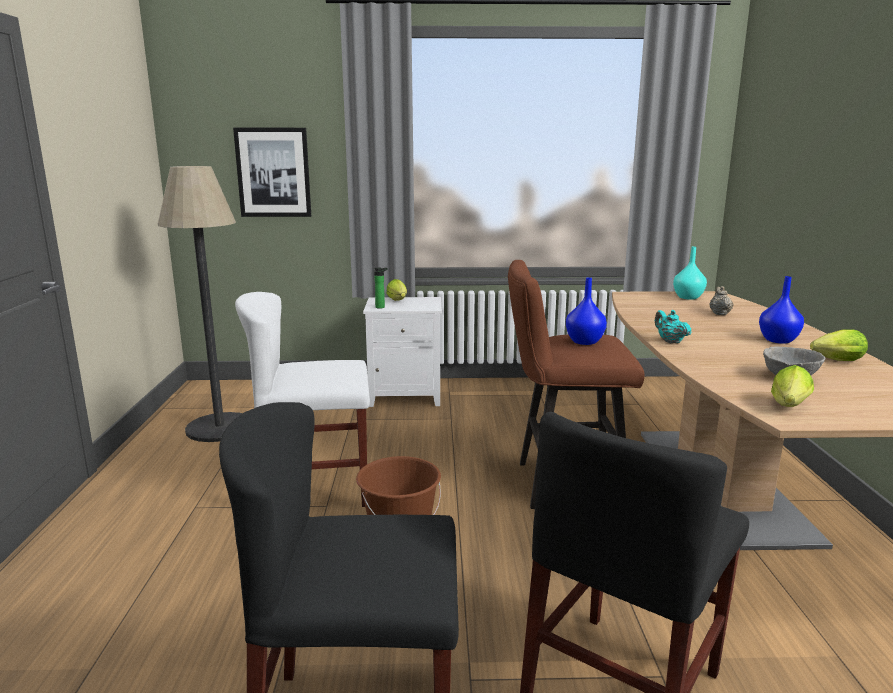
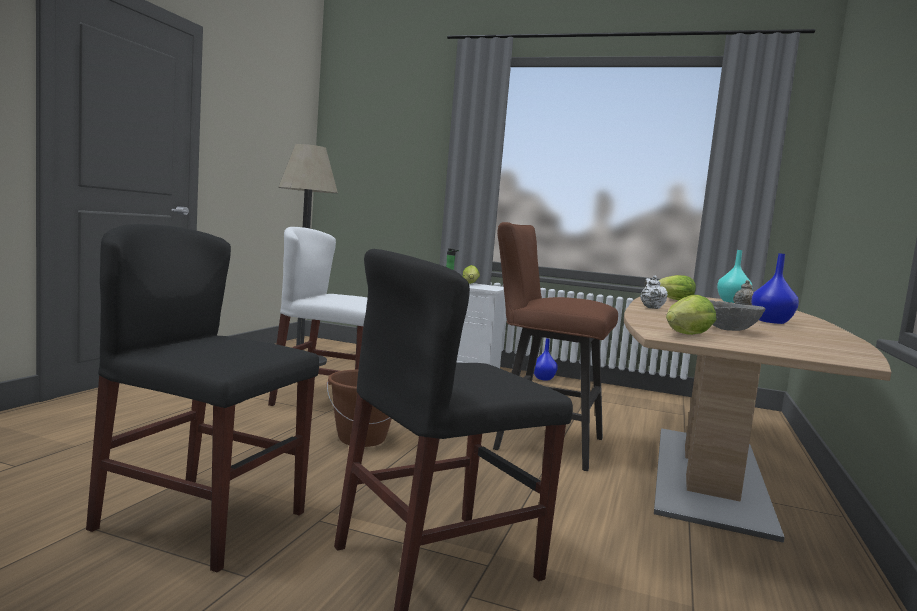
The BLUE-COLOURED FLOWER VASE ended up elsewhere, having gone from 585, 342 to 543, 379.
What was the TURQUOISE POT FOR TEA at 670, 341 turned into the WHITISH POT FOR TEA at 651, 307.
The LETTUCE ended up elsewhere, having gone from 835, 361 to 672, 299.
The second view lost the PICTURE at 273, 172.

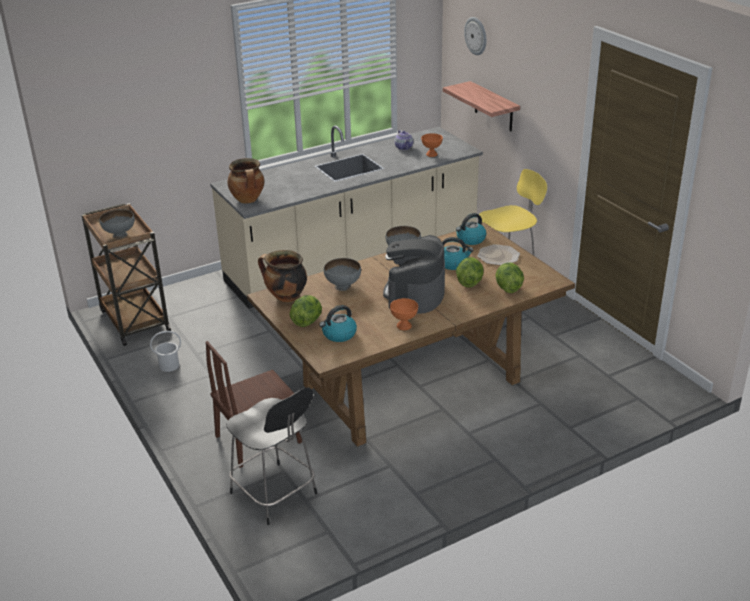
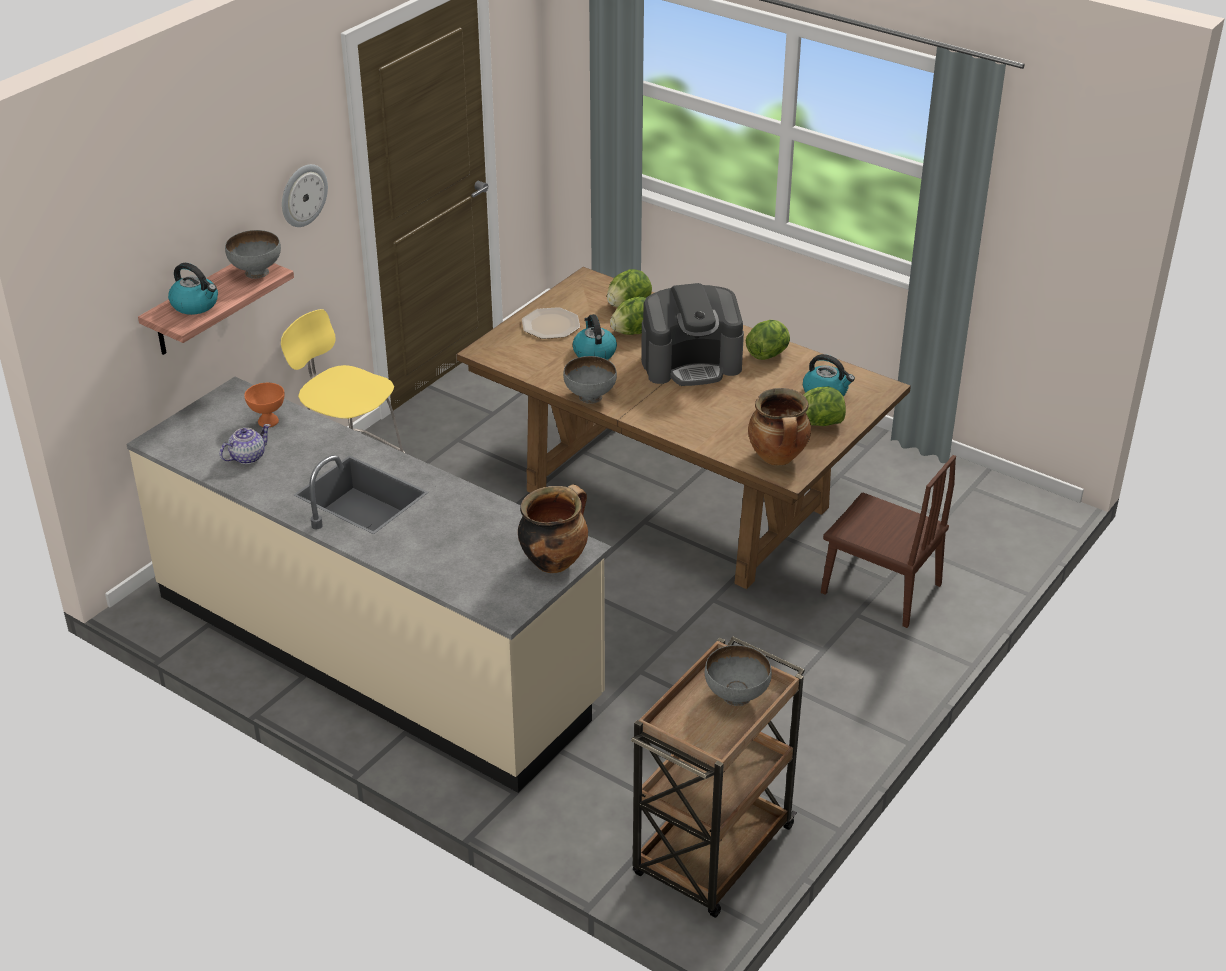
The TEA KETTLE ended up elsewhere, having gone from 470, 239 to 196, 305.
The GRAY BOWL ended up elsewhere, having gone from 343, 286 to 256, 272.
The HANGING CLOCK ended up elsewhere, having gone from 476, 35 to 303, 195.
Where the ORANGE-COLOURED BOWL stood at 404, 326, the LETTUCE came to stand at 768, 354.
The second view lost the WHITISH BUCKET at 169, 365.
The second view lost the BLACK STOOL SEAT at 275, 495.

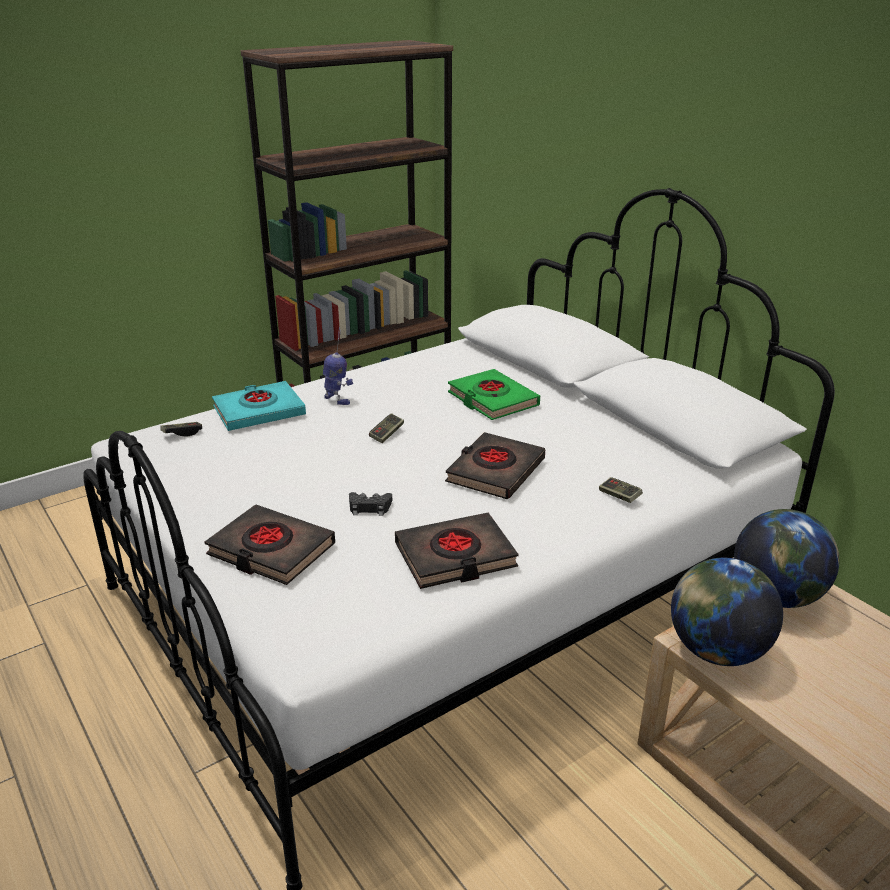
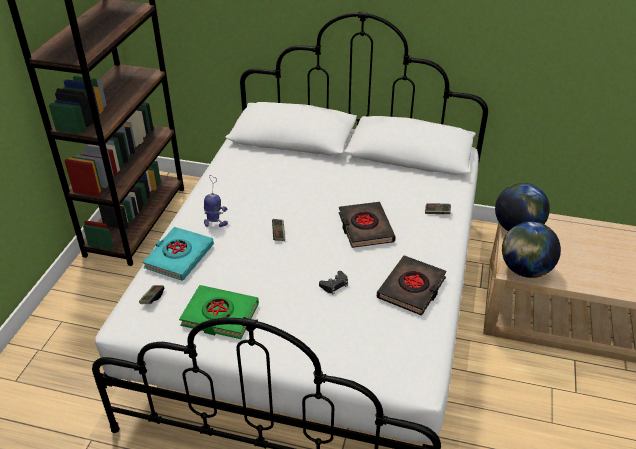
The GREEN-COLOURED VOLUME ended up elsewhere, having gone from 492, 400 to 220, 315.
The second view lost the BLACK VOLUME at 271, 550.

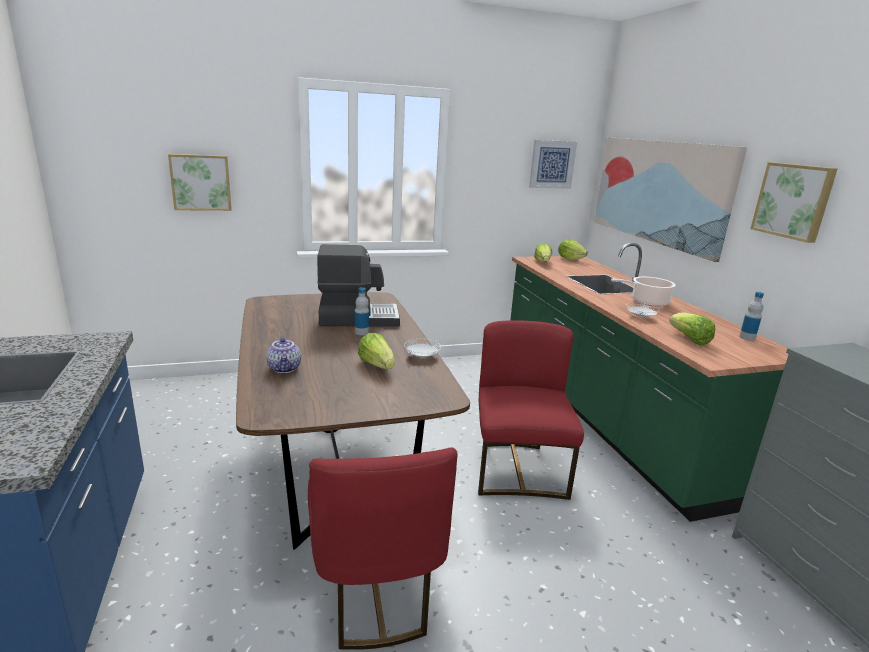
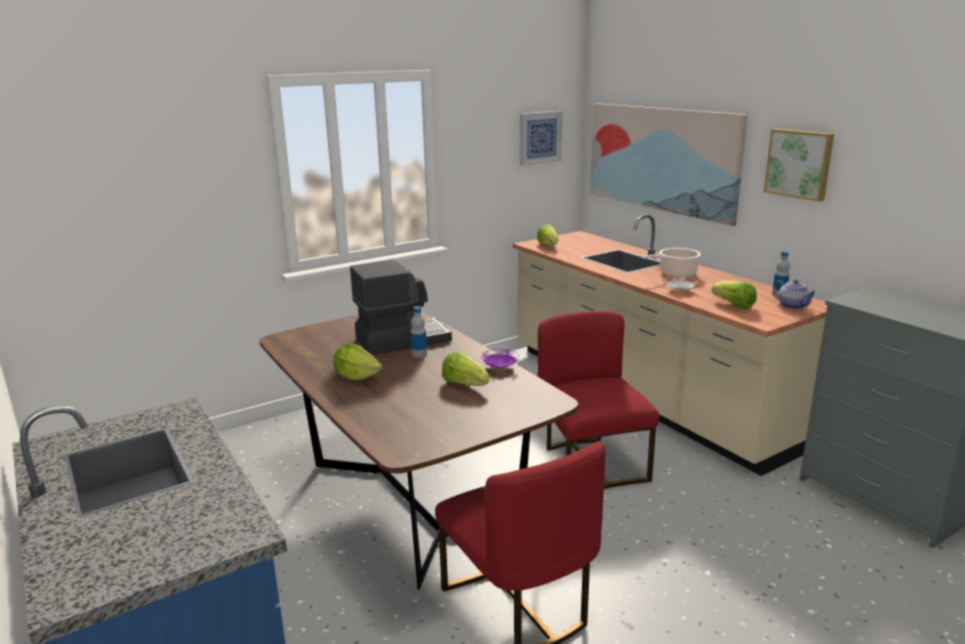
The LETTUCE ended up elsewhere, having gone from 570, 259 to 357, 376.
What was the WHITISH PLATE at 421, 357 turned into the PURPLE PLATE at 499, 367.
What was the GREEN-COLOURED KITCHEN COUNTER at 604, 414 turned into the SAND-COLOURED KITCHEN COUNTER at 644, 395.
The POT FOR TEA ended up elsewhere, having gone from 285, 368 to 793, 306.
The second view lost the PICTURE at 201, 182.

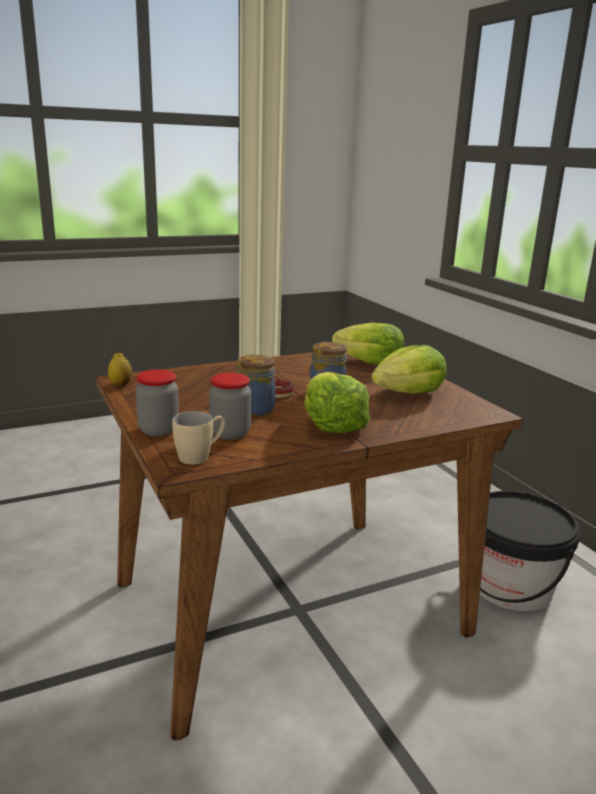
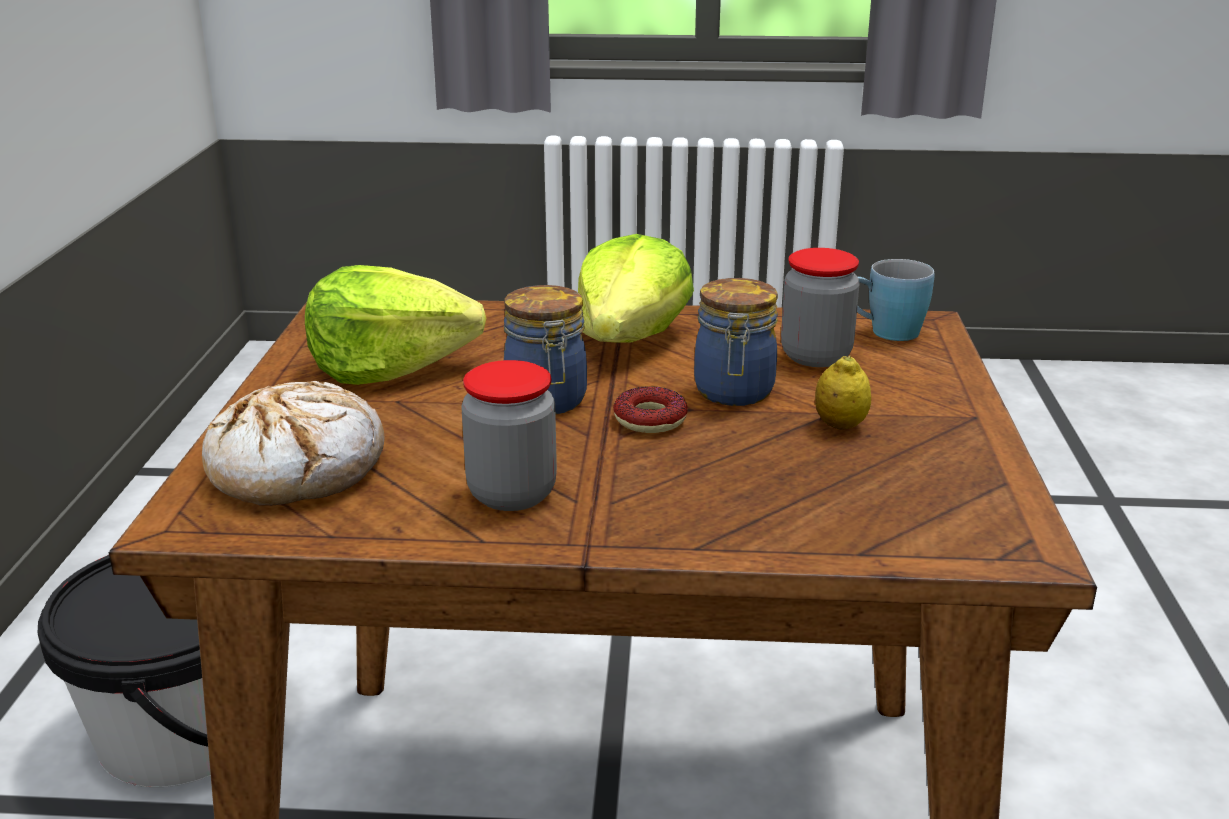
Where the LETTUCE stood at 370, 363, the BAKERY BREAD came to stand at 298, 467.
The PRESERVE JAR ended up elsewhere, having gone from 158, 430 to 512, 494.
The WHOLE LEMON ended up elsewhere, having gone from 120, 384 to 840, 426.
What was the SAND-COLOURED MUG at 200, 456 turned into the BLUE-COLOURED MUG at 884, 333.

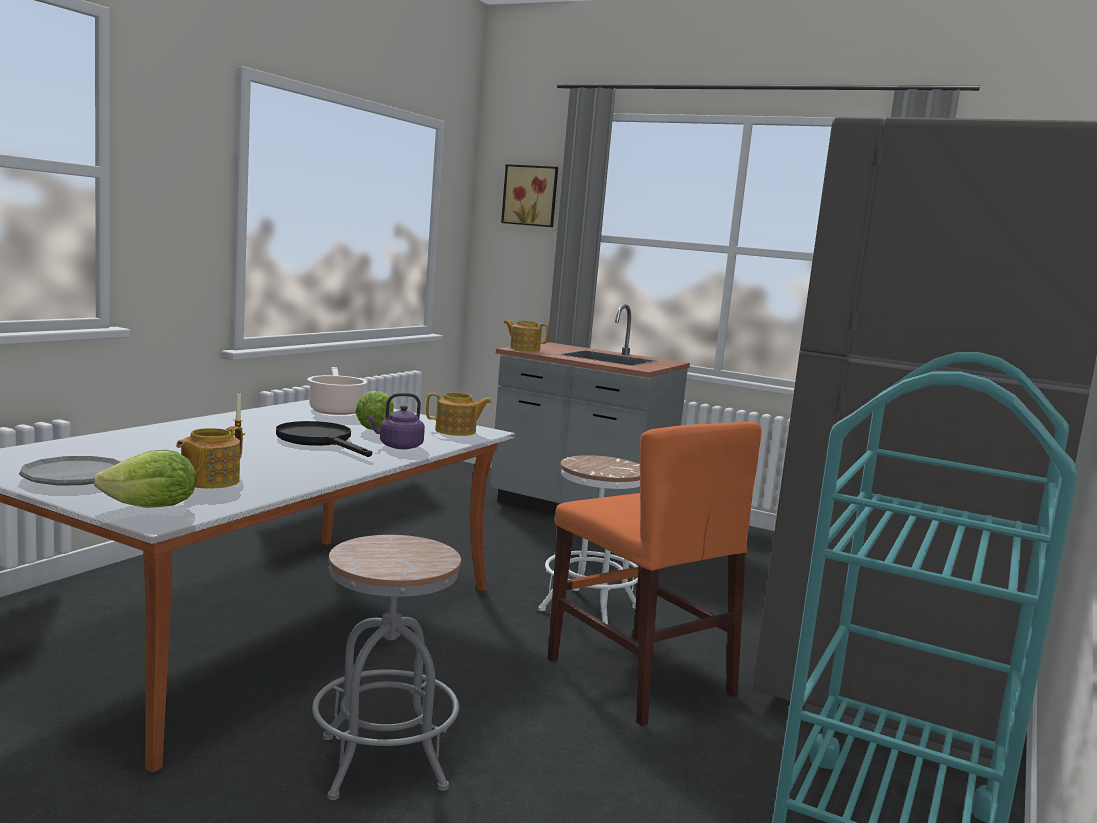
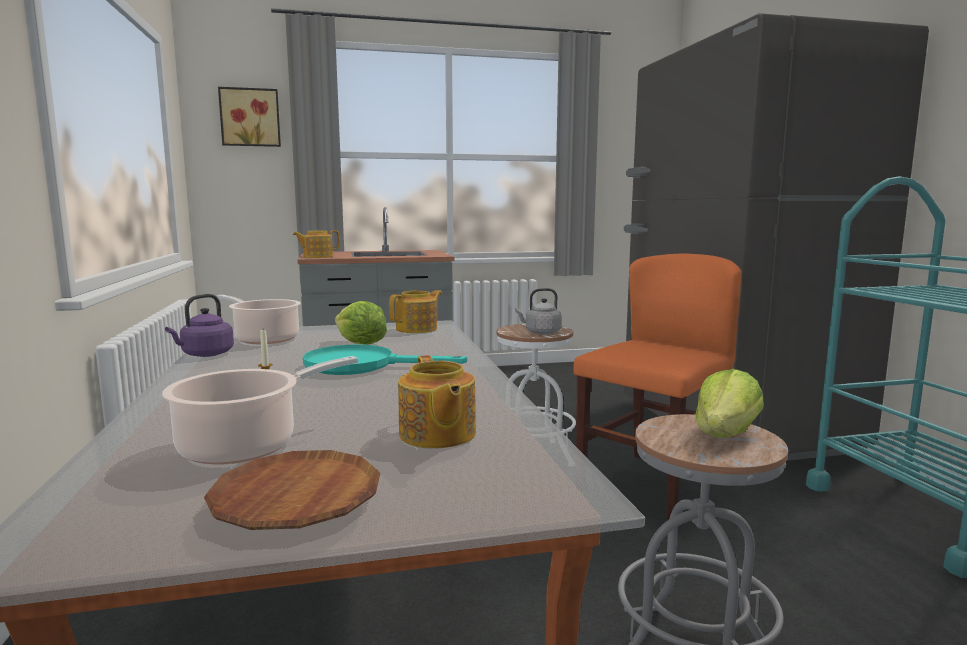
The second view gained the STOCKPOT at 246, 445.
The PURPLE TEA KETTLE ended up elsewhere, having gone from 398, 446 to 205, 354.
What was the GRAY PLATE at 74, 478 turned into the BROWN PLATE at 296, 499.
What was the BLACK PAN at 320, 441 turned into the TURQUOISE PAN at 362, 365.
The second view gained the GRAY TEA KETTLE at 541, 332.
The ORANGE-COLOURED UPRIGHT CHAIR at 639, 676 ended up facing another way, 60 degrees counterclockwise from before.
The LETTUCE ended up elsewhere, having gone from 152, 508 to 726, 434.

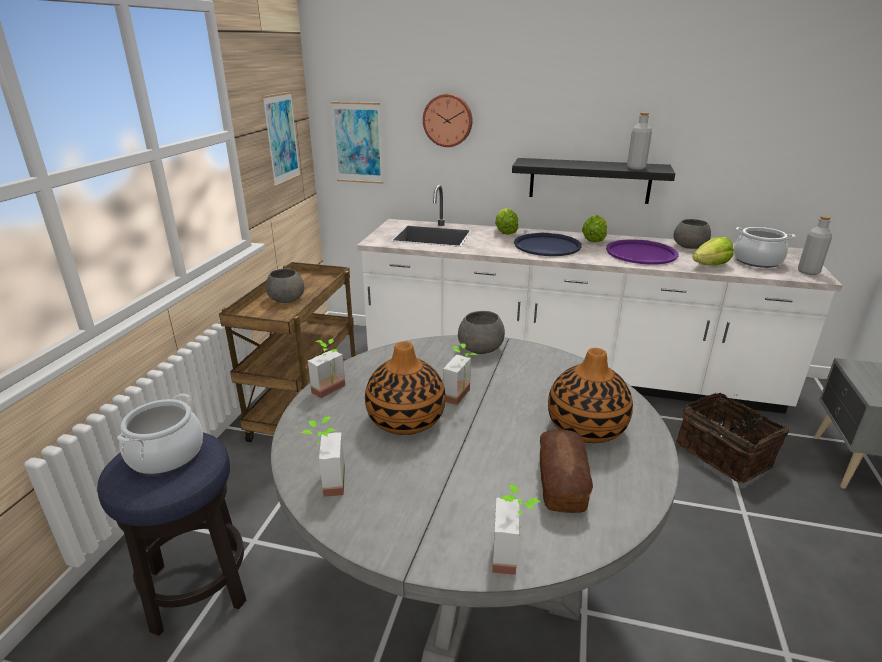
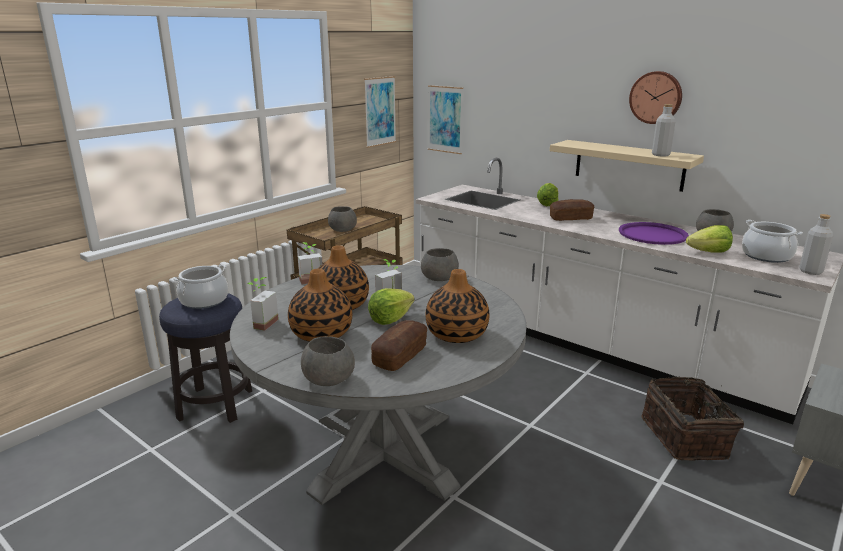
The second view gained the FLOWER VASE at 321, 333.
Where the PLANT IN A POT stood at 514, 555, the GRAY BOWL came to stand at 327, 378.
The LETTUCE ended up elsewhere, having gone from 594, 239 to 390, 319.
What was the BLACK SHELF at 589, 180 turned into the SAND-COLOURED SHELF at 629, 165.
Where the BLUE-COLOURED TRAY stood at 547, 246, the BAKERY BREAD came to stand at 570, 218.
The HANGING CLOCK ended up elsewhere, having gone from 448, 120 to 656, 97.

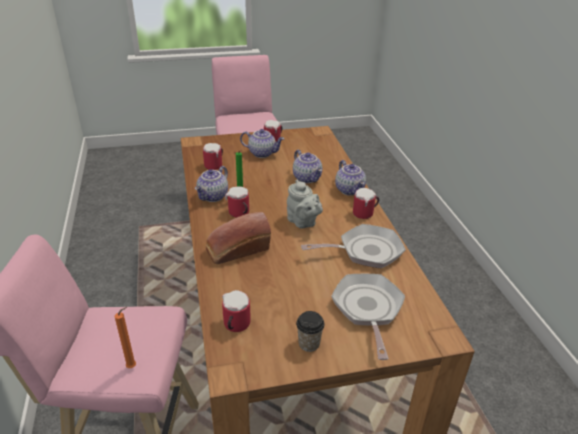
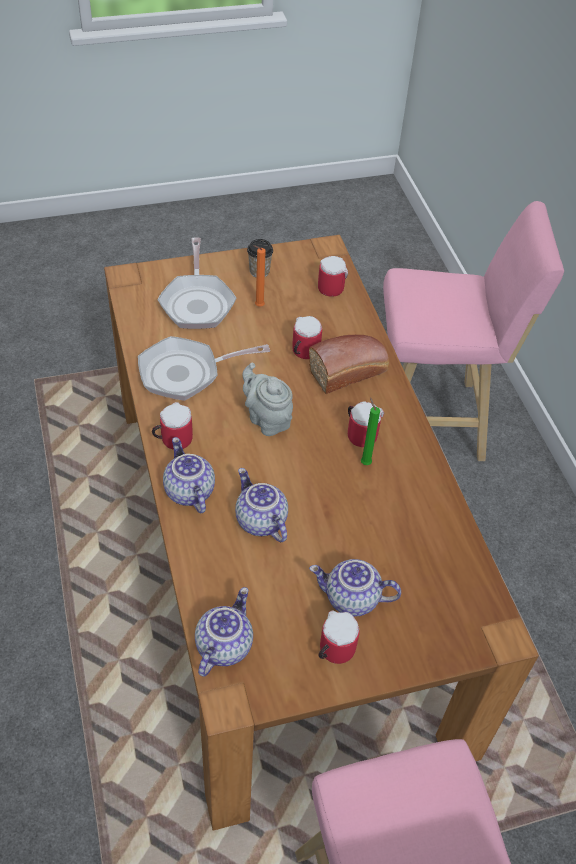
The POT FOR TEA ended up elsewhere, having gone from 213, 197 to 223, 645.
The ORANGE-COLOURED WAX CANDLE ended up elsewhere, having gone from 133, 366 to 258, 306.
The MUG ended up elsewhere, having gone from 215, 165 to 302, 352.

